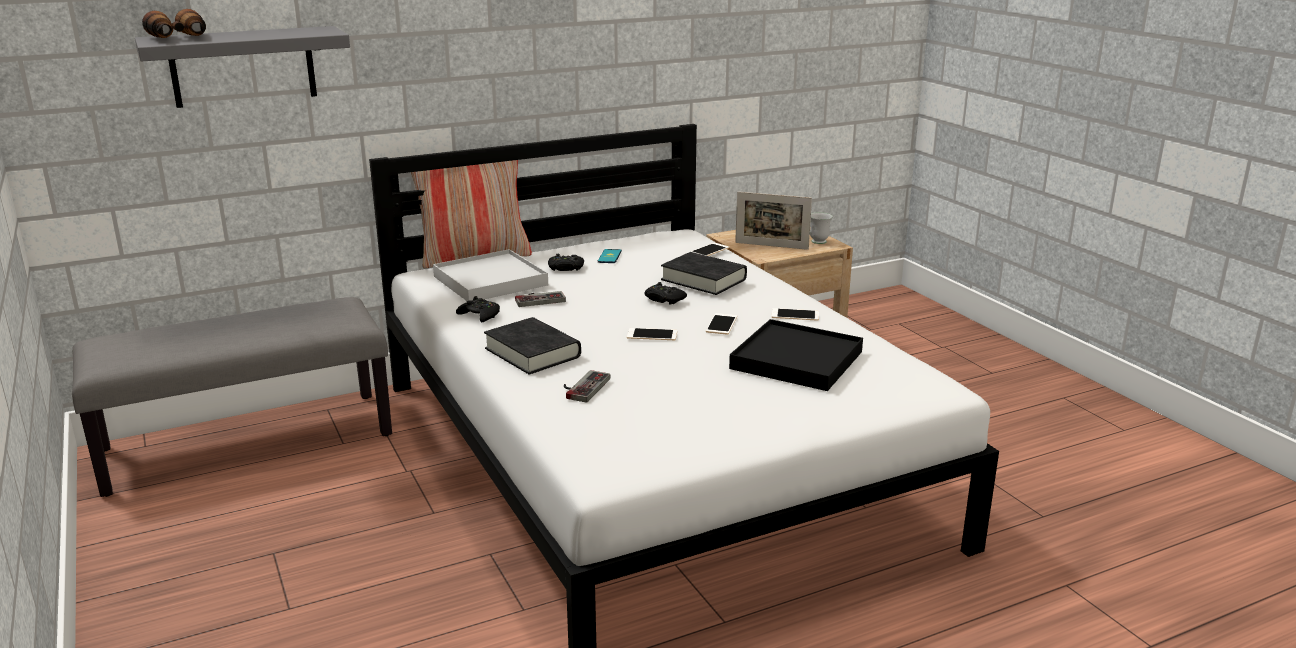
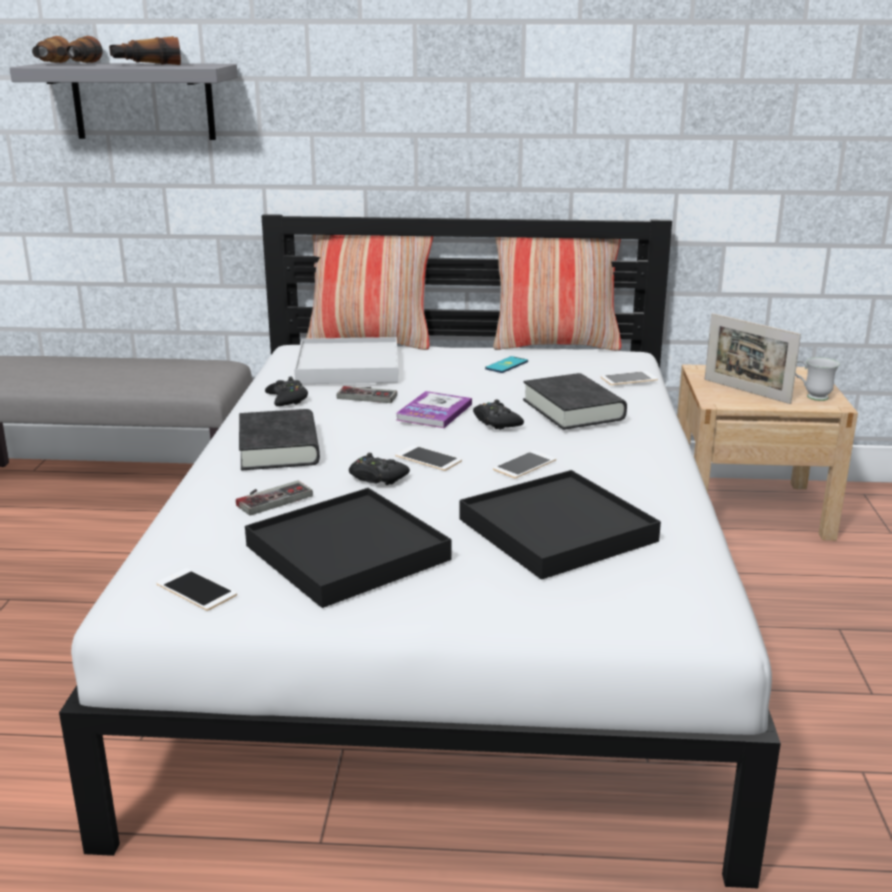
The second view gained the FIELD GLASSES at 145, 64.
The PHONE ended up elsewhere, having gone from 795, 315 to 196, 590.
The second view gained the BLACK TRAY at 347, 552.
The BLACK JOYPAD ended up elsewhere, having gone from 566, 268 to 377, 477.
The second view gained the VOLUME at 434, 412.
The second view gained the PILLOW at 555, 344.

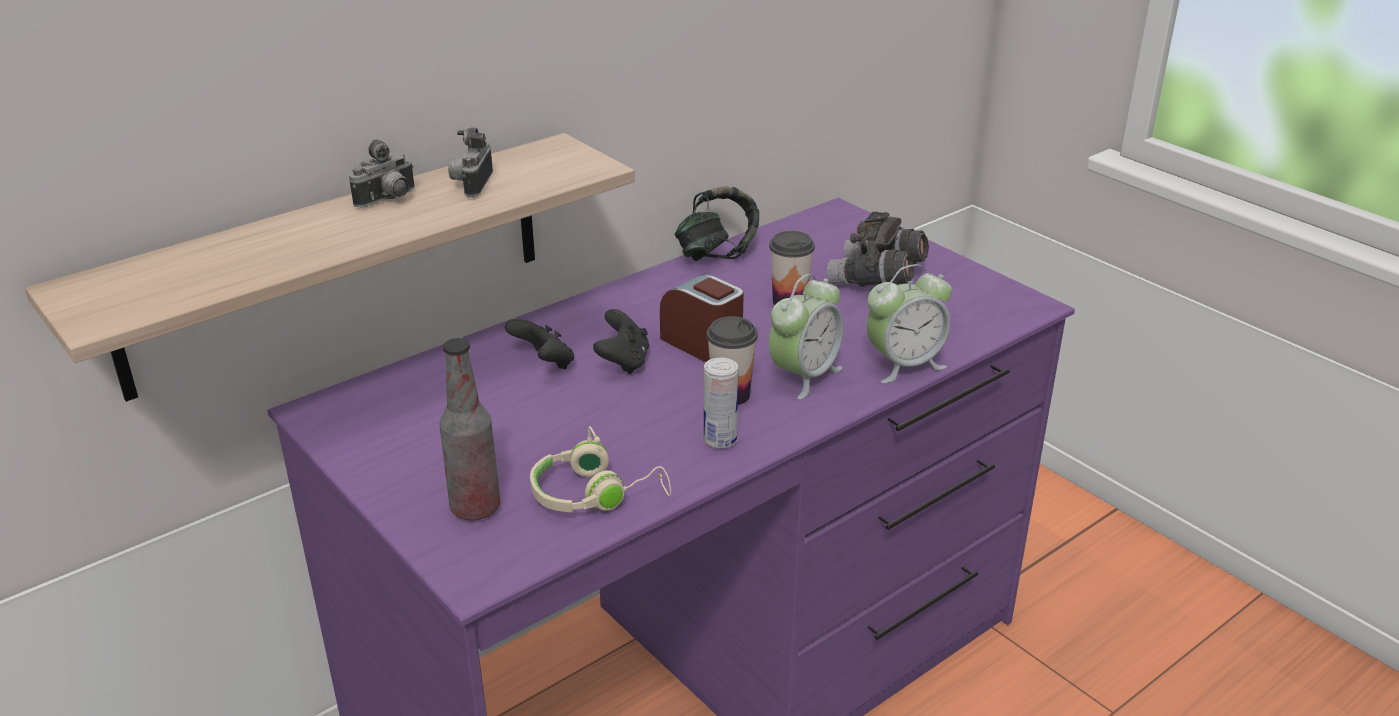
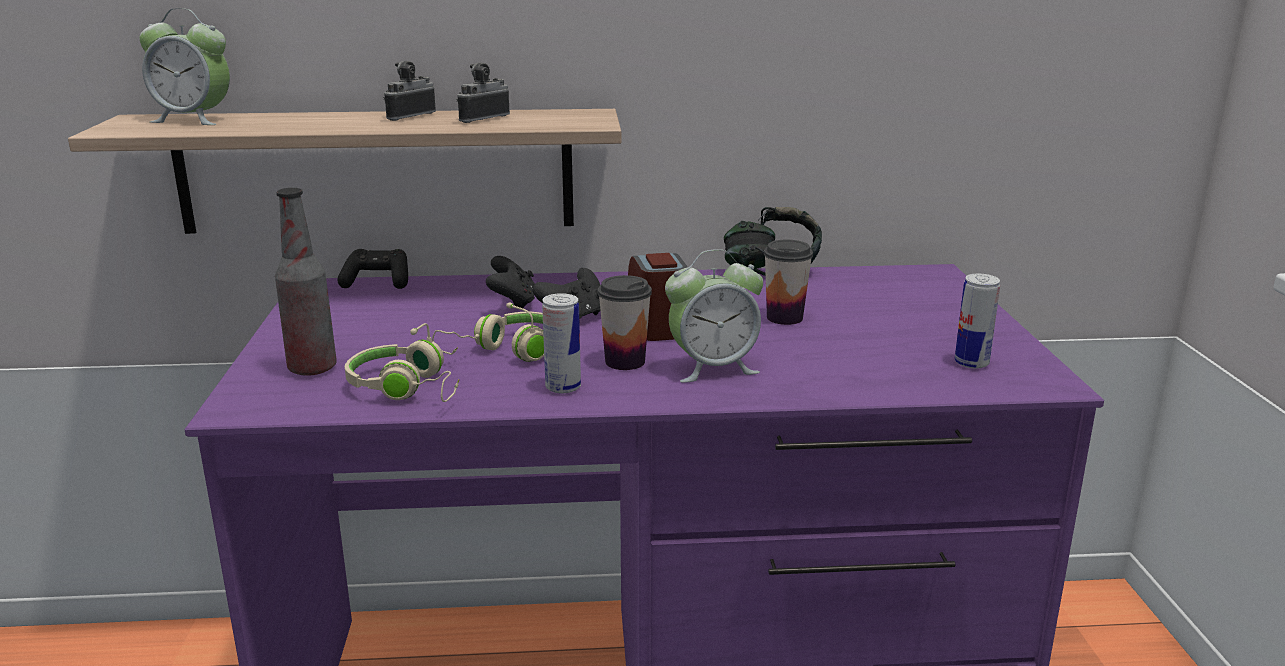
The BEDSIDE CLOCK ended up elsewhere, having gone from 904, 365 to 194, 120.
The second view gained the BLACK JOYPAD at 377, 282.
The PHOTO CAMERA at 388, 200 ended up facing another way, 135 degrees clockwise from before.
The second view gained the SAND-COLOURED HEADSET at 508, 352.
The second view gained the METAL CAN at 971, 363.
The second view lost the GRAY FIELD GLASSES at 876, 280.

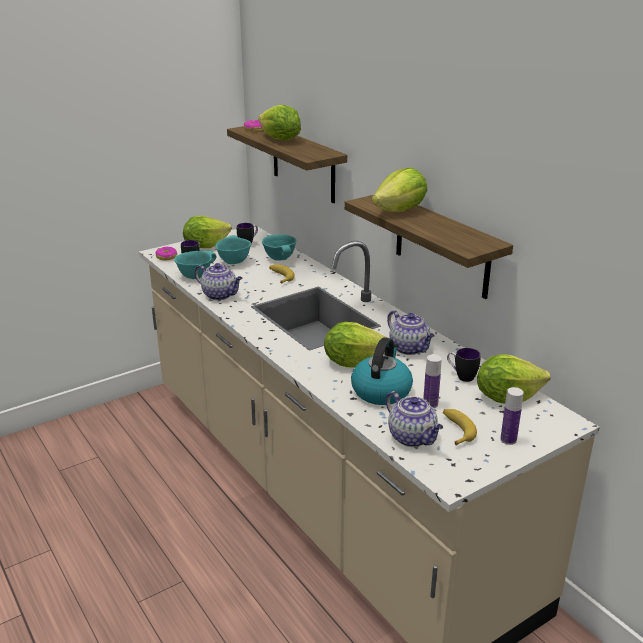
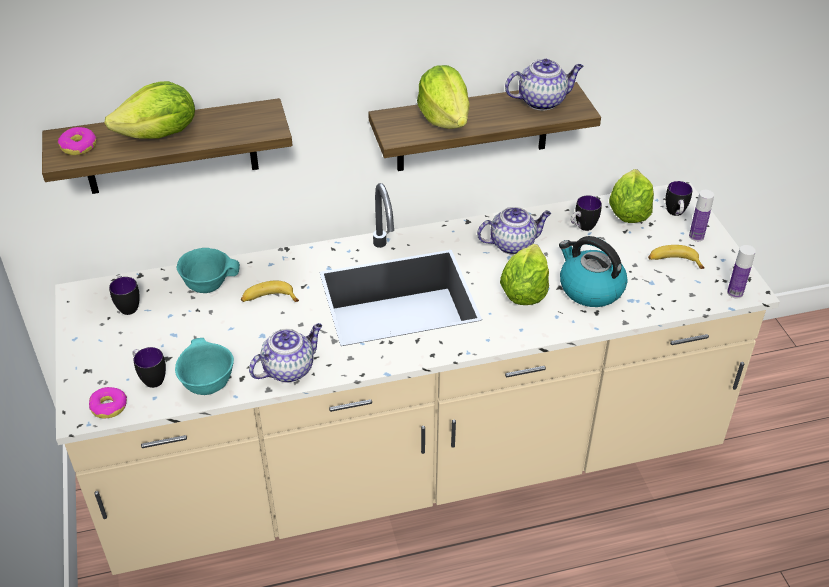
The POT FOR TEA ended up elsewhere, having gone from 413, 438 to 542, 101.
The second view gained the MUG at 675, 214.
The BOTTLE ended up elsewhere, having gone from 430, 404 to 735, 293.
The second view lost the LETTUCE at 205, 246.
The second view lost the TURQUOISE BOWL at 233, 261.

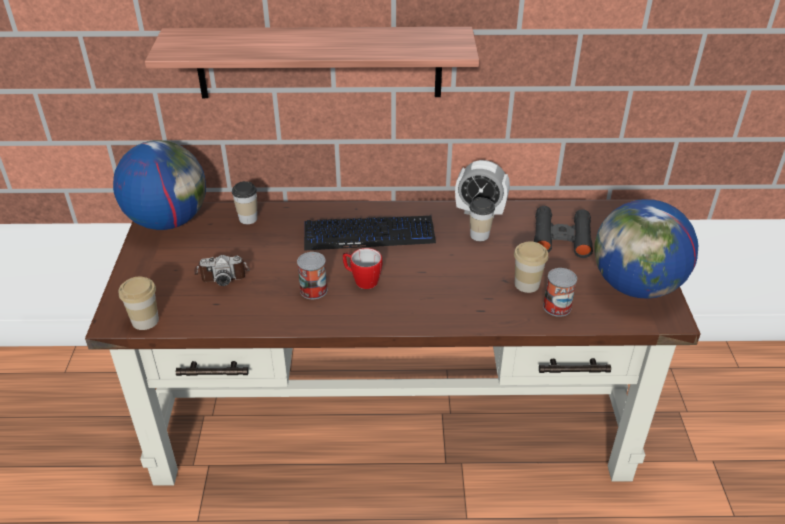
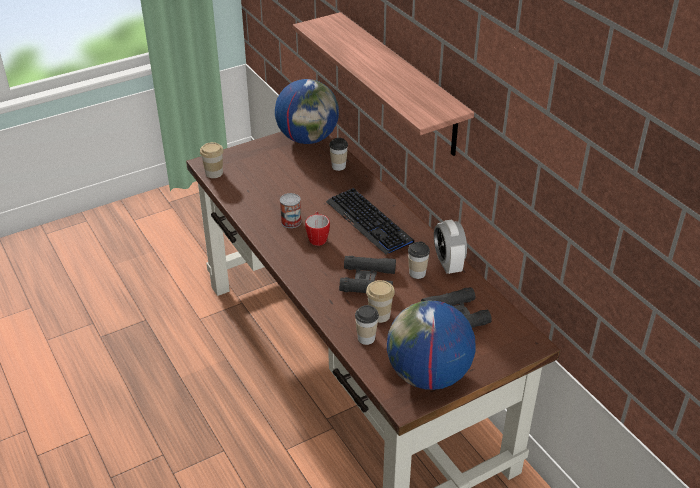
The second view gained the BLACK FIELD GLASSES at 367, 281.
Where the METAL CAN stood at 557, 306, the SMALL CUP came to stand at 366, 338.
The second view lost the PHOTO CAMERA at 222, 273.

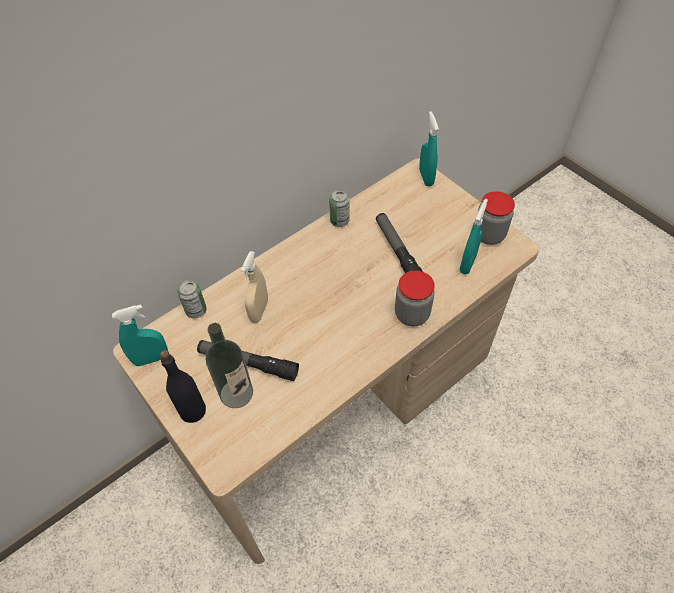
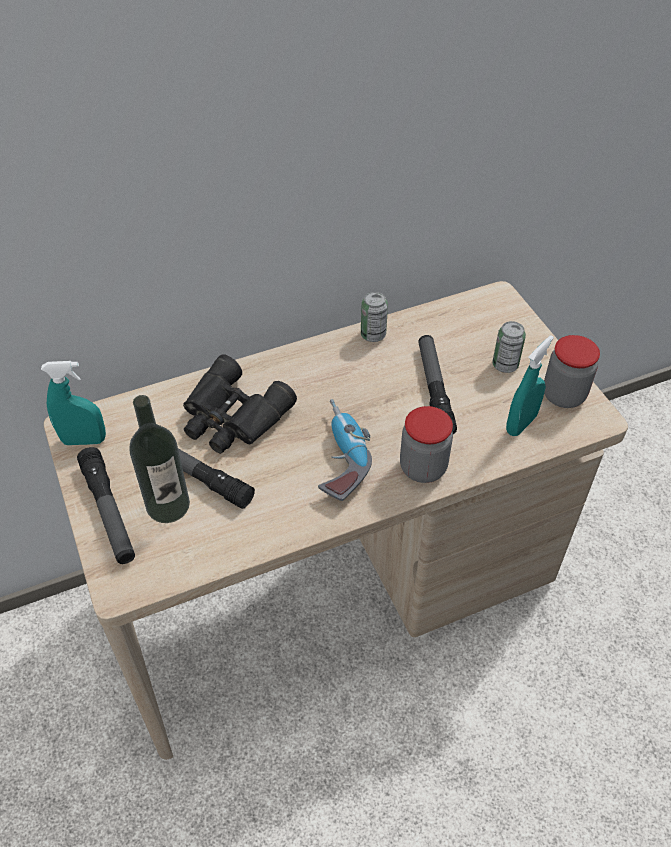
Where the BLACK BOTTLE stood at 192, 410, the HAND TORCH came to stand at 109, 511.
Where the SAND-COLOURED HAND SPRAYER stood at 259, 311, the BLACK FIELD GLASSES came to stand at 232, 417.
The second view gained the POWER DRILL at 338, 457.
The METAL CAN ended up elsewhere, having gone from 196, 310 to 505, 365.
The second view lost the TURQUOISE HAND SPRAYER at 426, 178.

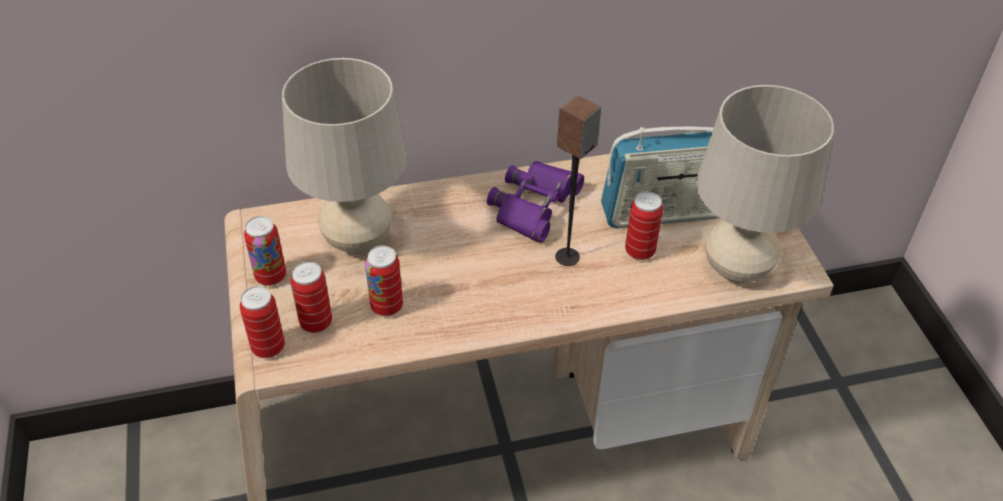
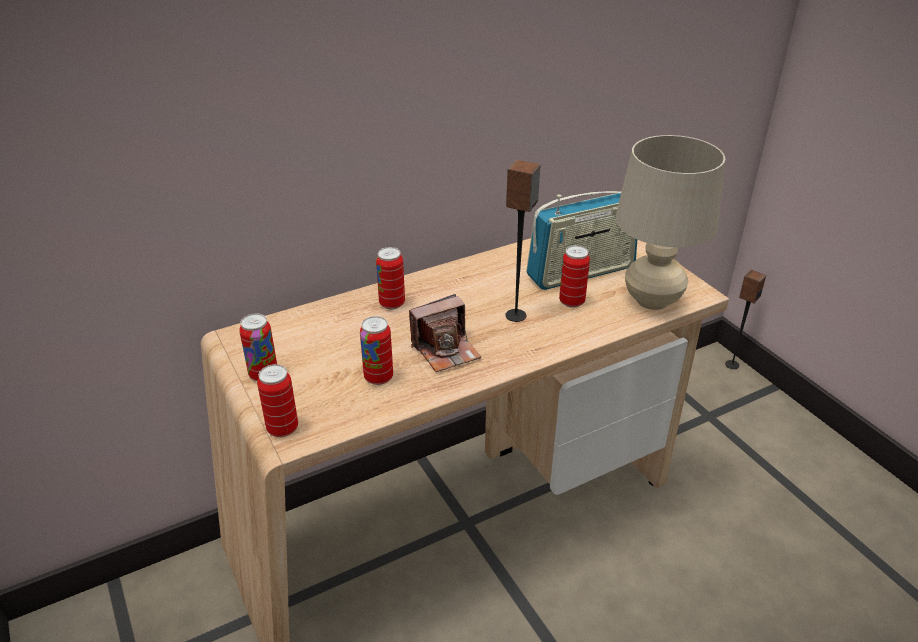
The METAL CAN ended up elsewhere, having gone from 316, 322 to 392, 303.
The second view gained the PHOTO CAMERA at 445, 350.
The second view gained the AUDIO SPEAKER at 731, 364.
The second view lost the SAND-COLOURED LAMP FOR A TABLE at 357, 240.
The second view lost the PURPLE FIELD GLASSES at 534, 206.

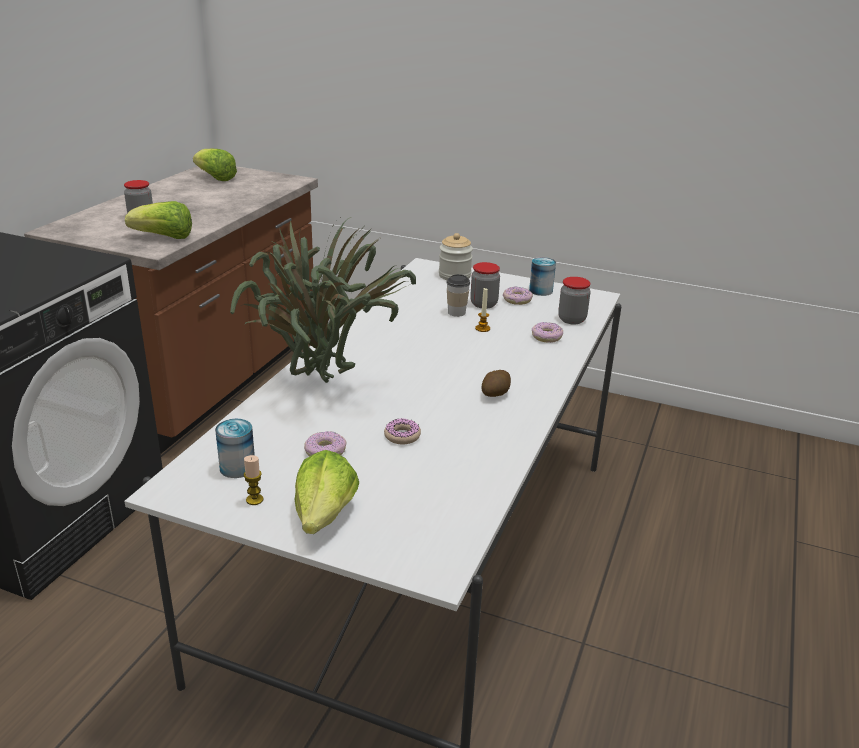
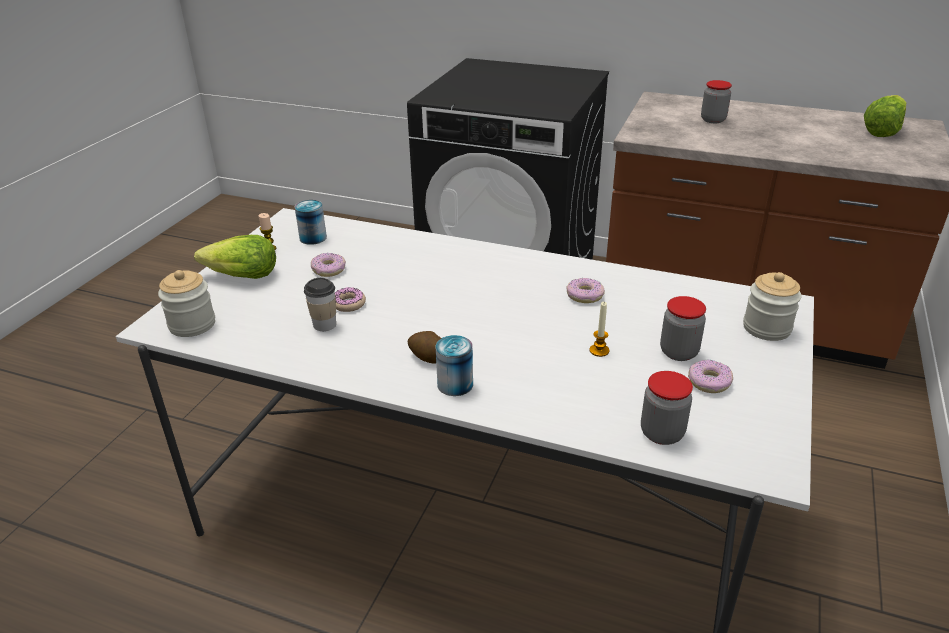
The second view gained the PRESERVE JAR at 192, 325.
The SMALL CUP ended up elsewhere, having gone from 456, 312 to 324, 324.
The METAL CAN ended up elsewhere, having gone from 541, 291 to 455, 384.
The DONUT ended up elsewhere, having gone from 546, 337 to 584, 295.
The second view lost the LETTUCE at 164, 237.
The second view lost the PLANT IN A POT at 321, 387.

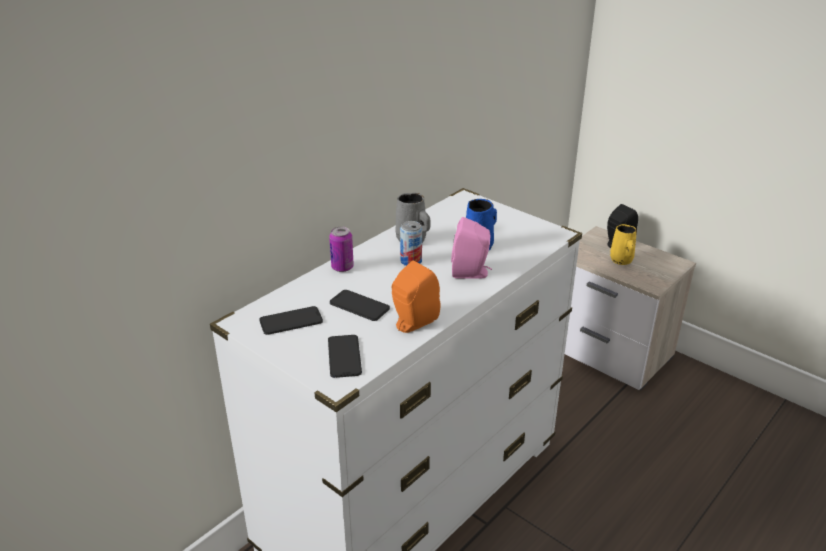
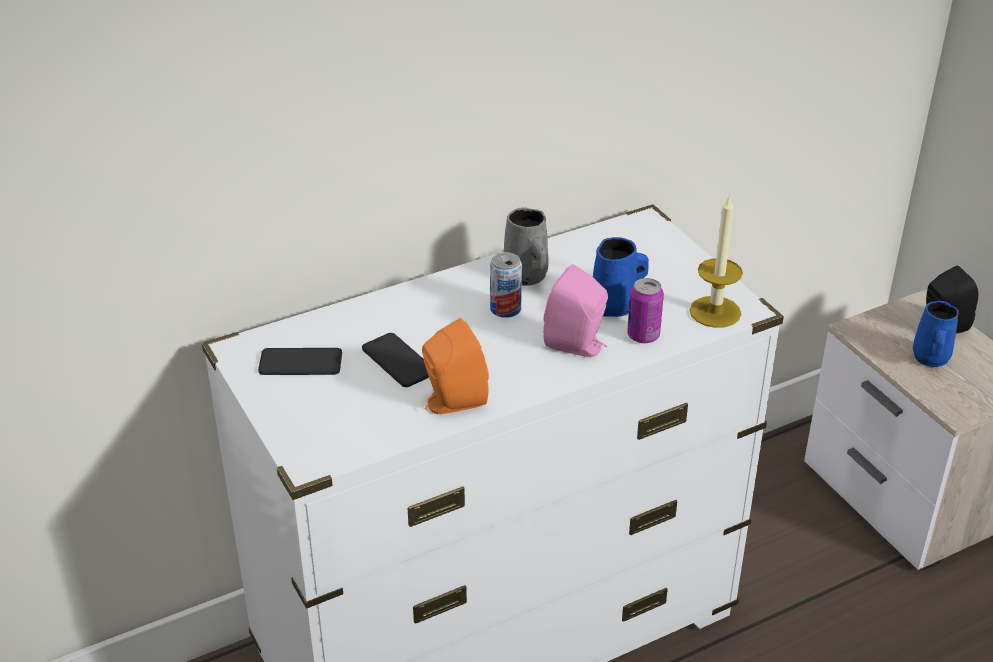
The METAL CAN ended up elsewhere, having gone from 342, 267 to 643, 335.
The second view gained the WAX CANDLE at 715, 312.
What was the YELLOWISH MUG at 621, 261 turned into the BLUE-COLOURED MUG at 930, 359.
The second view lost the PHONE at 344, 356.

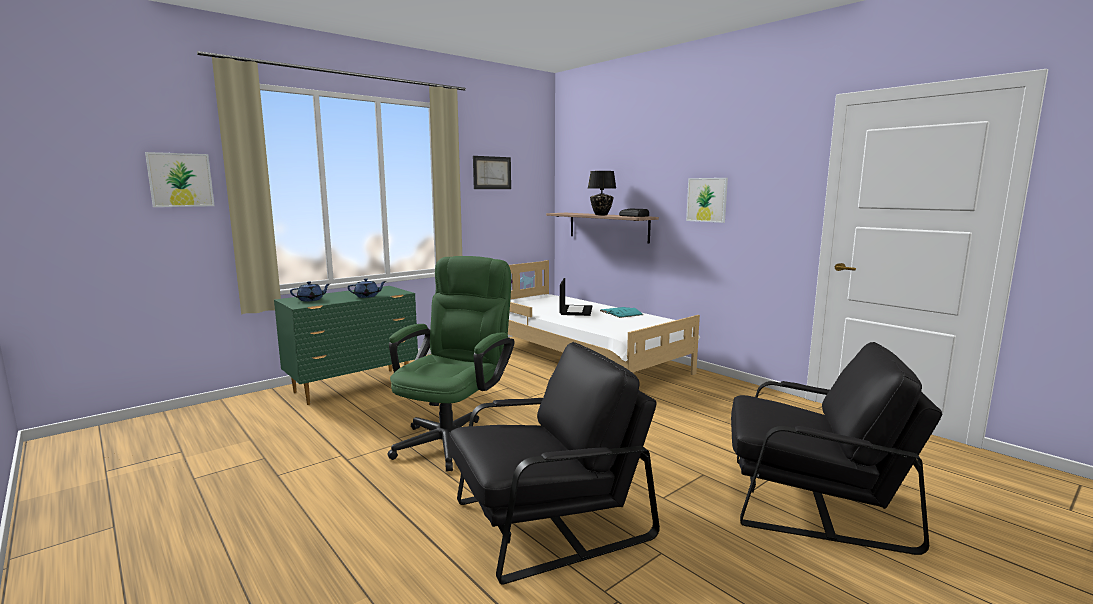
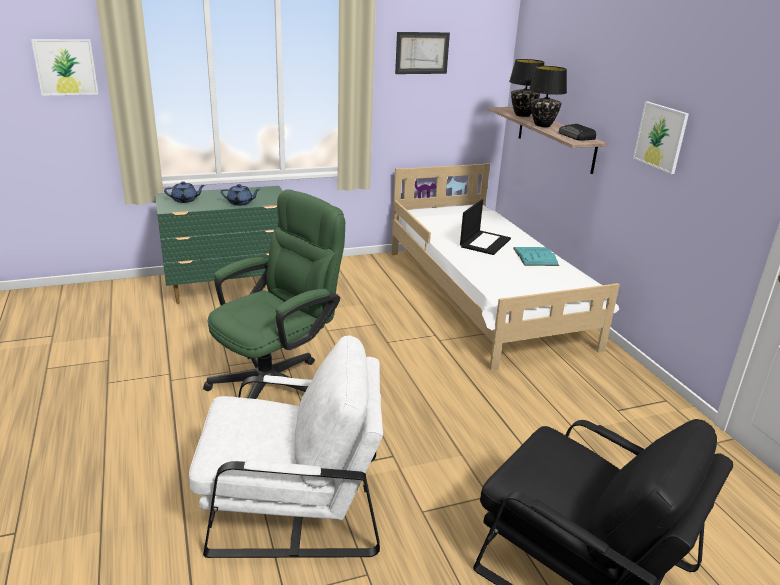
What was the BLACK ARMCHAIR at 548, 520 turned into the WHITISH ARMCHAIR at 293, 503.
The second view gained the BLACK LAMP FOR A TABLE at 523, 115.

